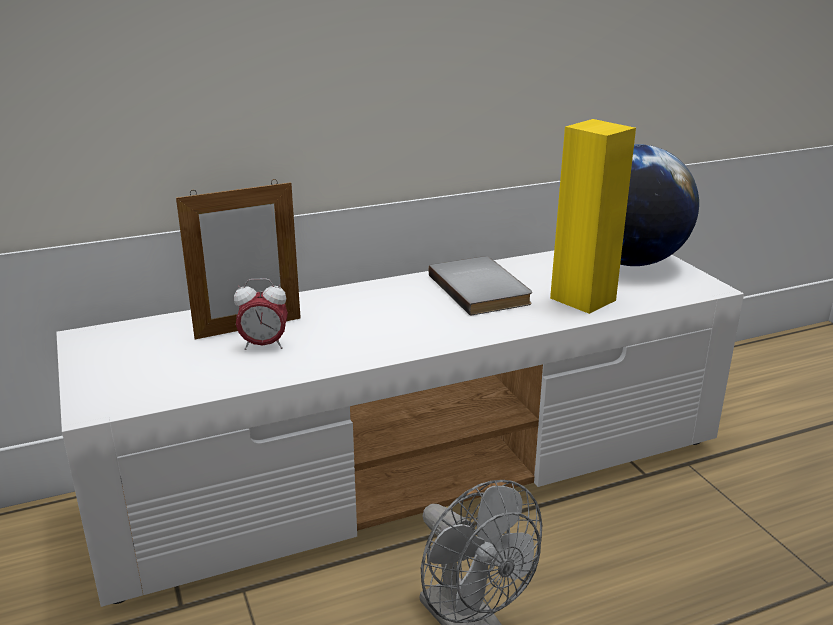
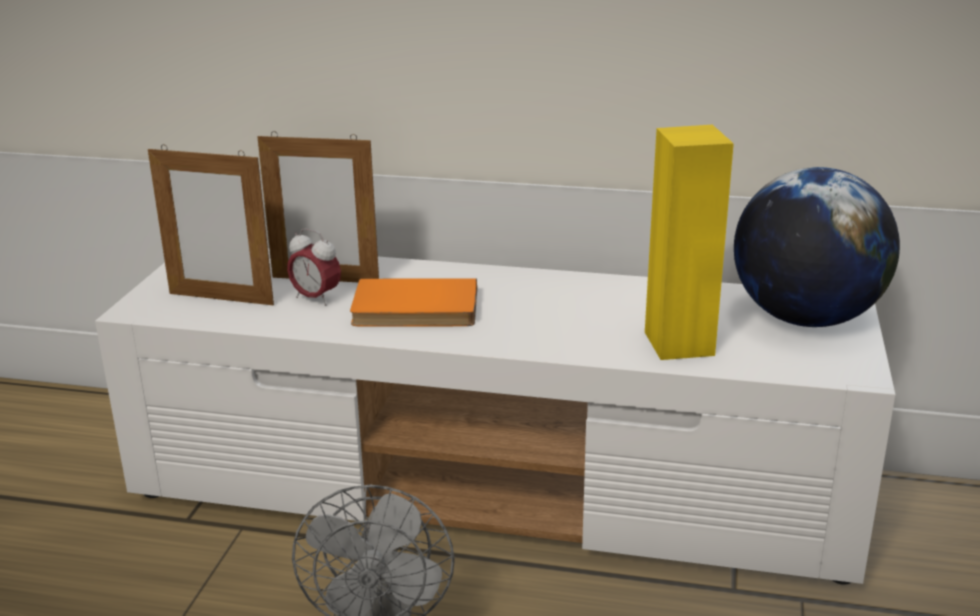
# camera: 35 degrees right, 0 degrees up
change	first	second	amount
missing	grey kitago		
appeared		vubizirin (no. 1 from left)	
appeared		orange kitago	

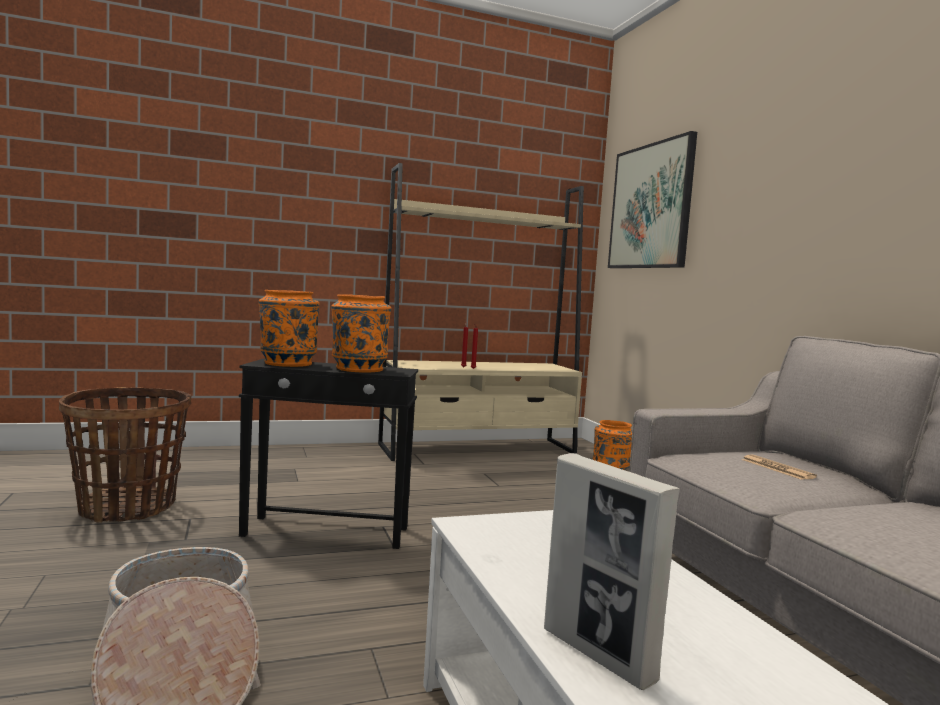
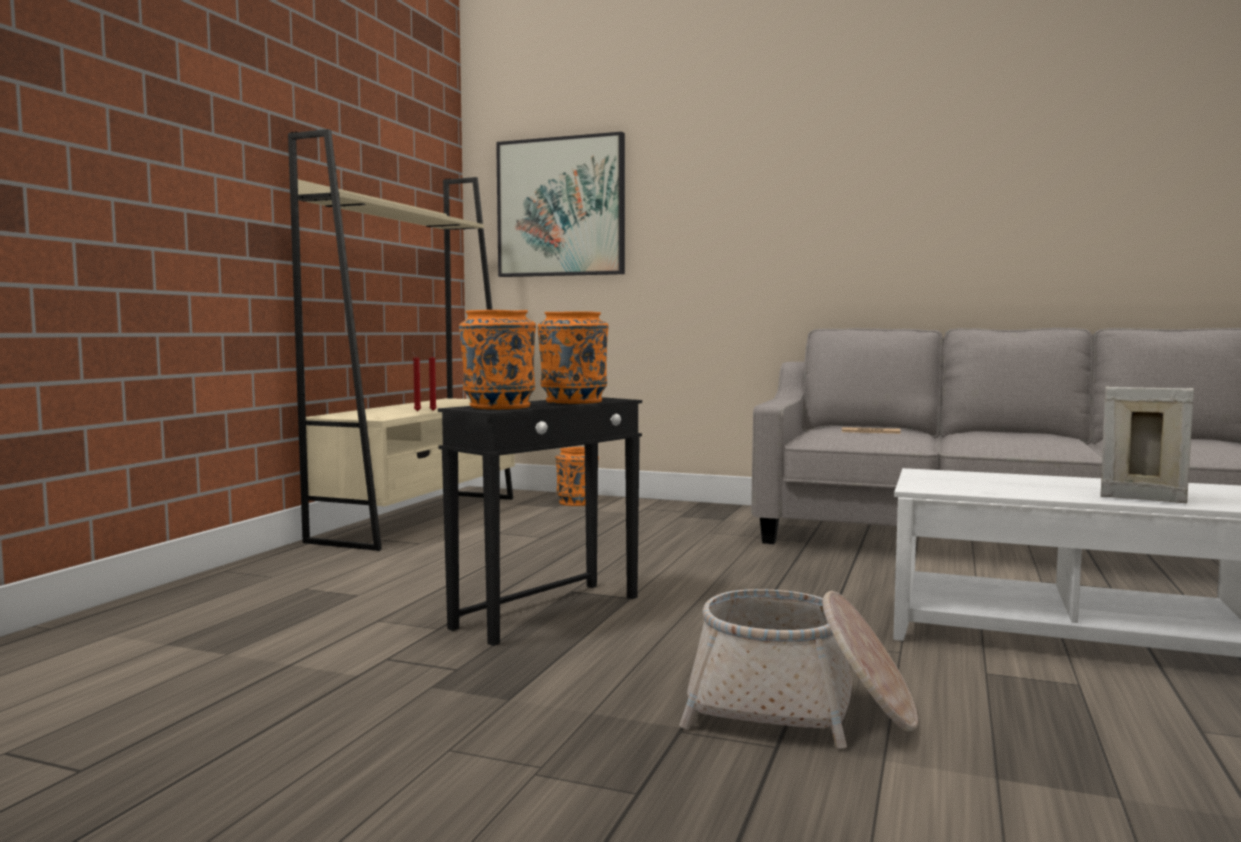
# camera: 50 degrees left, 0 degrees up
change	first	second	amount
missing	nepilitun (no. 1 from left)		
spun	vubizirin		150 degrees counterclockwise

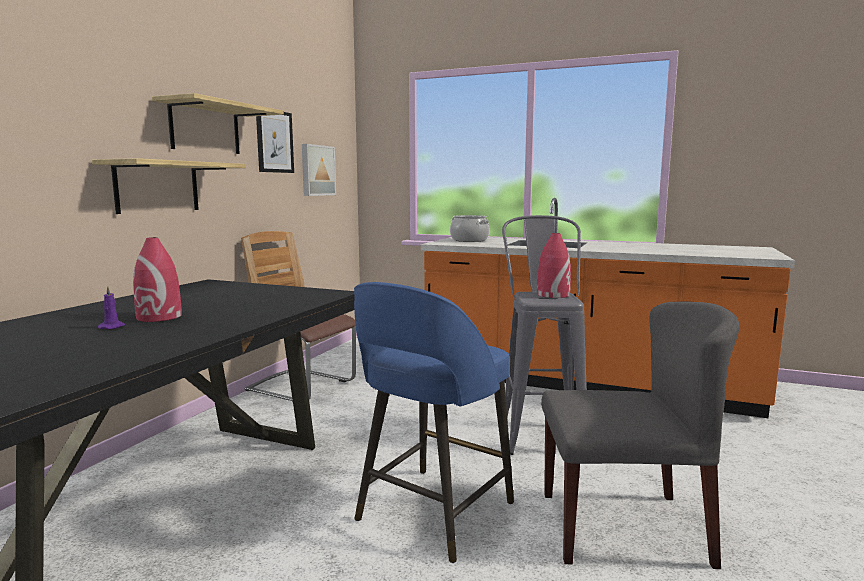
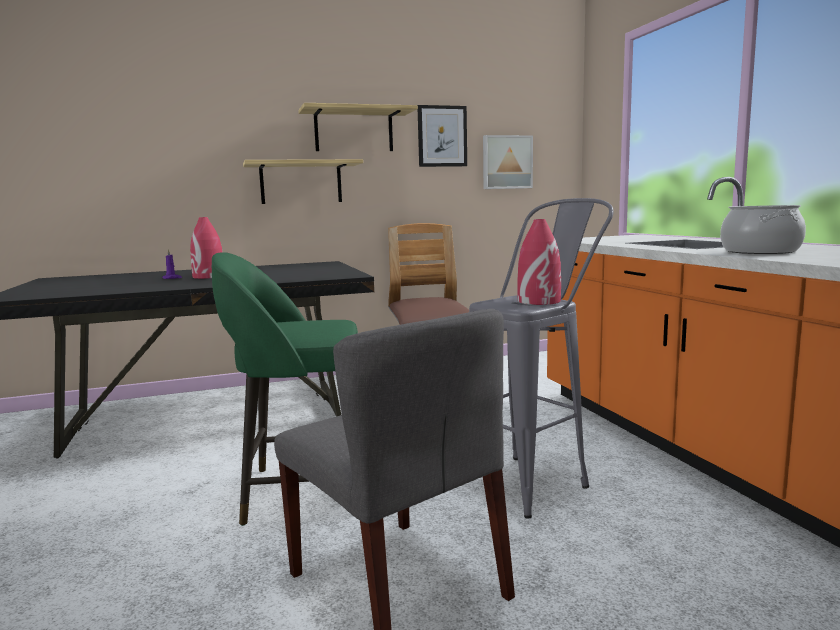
# camera: 50 degrees right, 0 degrees up
change	first	second	amount
colour	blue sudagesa	green sudagesa	
relocated	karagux		

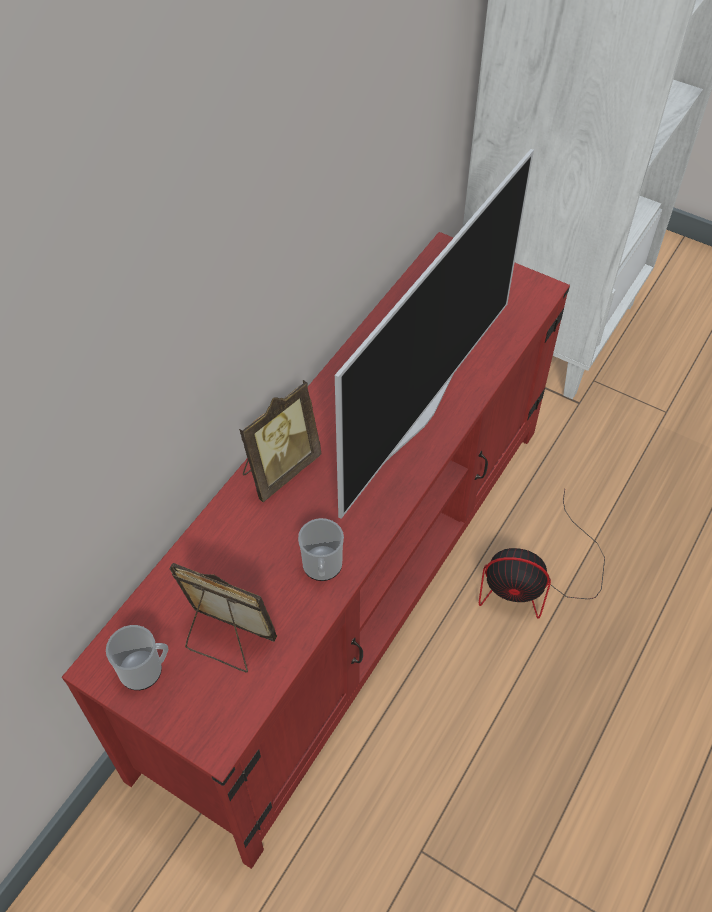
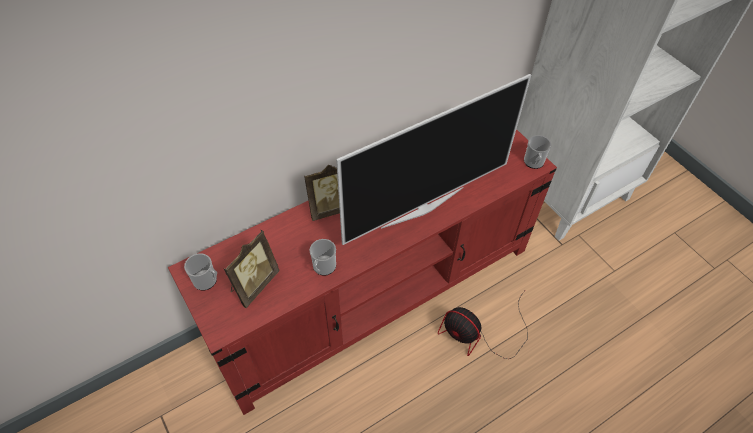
# camera: 25 degrees right, 0 degrees up
change	first	second	amount
spun	vubizirin (no. 1 from left)		75 degrees clockwise
appeared		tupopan (no. 3 from left)	

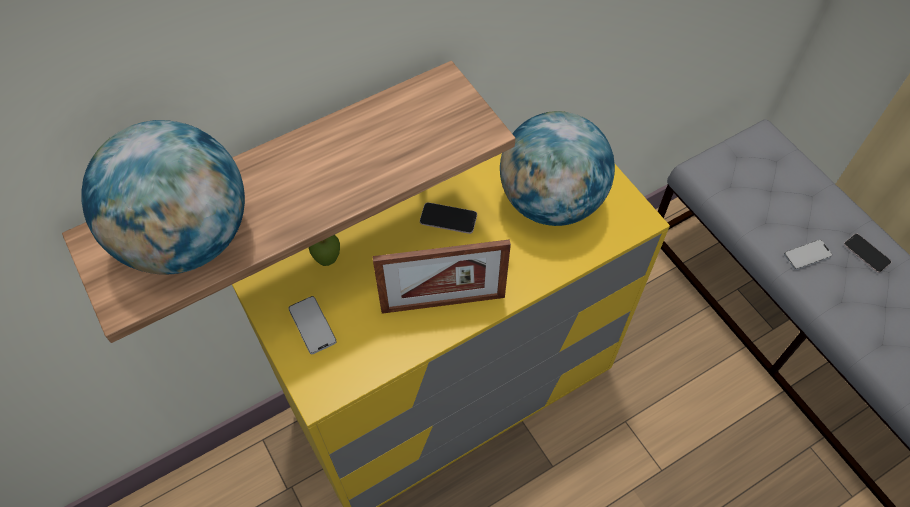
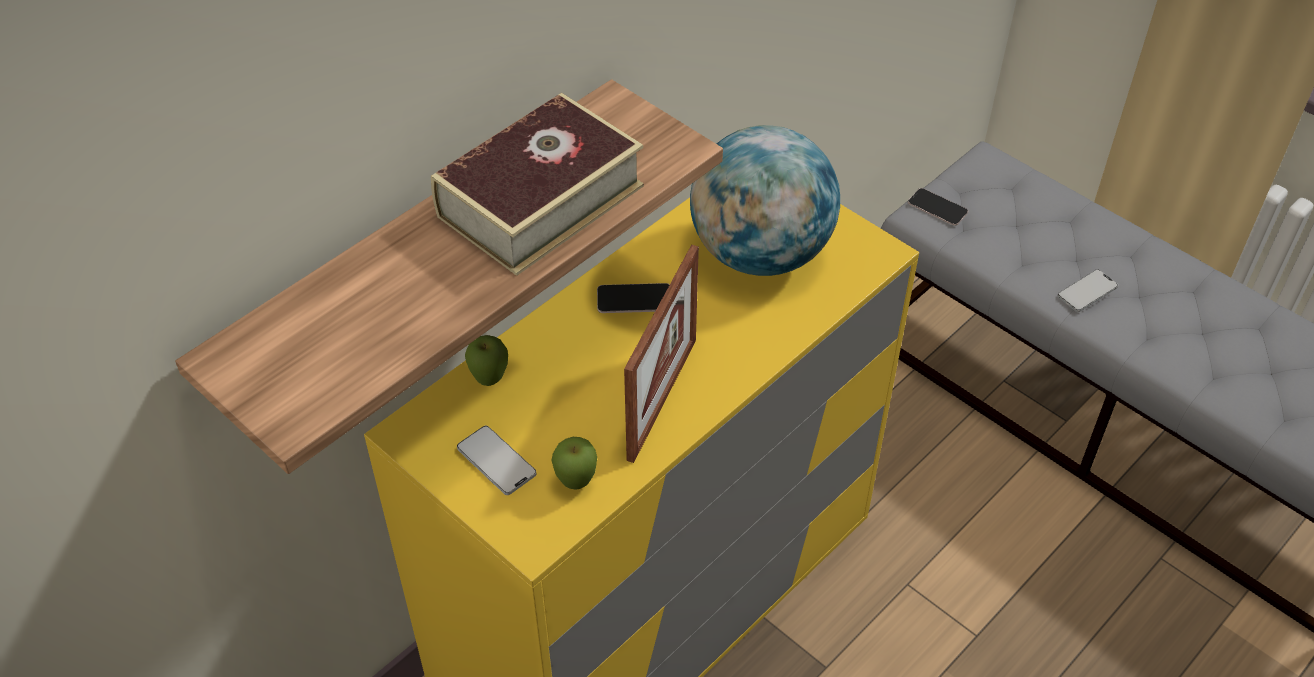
# camera: 15 degrees left, 10 degrees down
change	first	second	amount
missing	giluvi (no. 1 from left)		
spun	vubizirin		45 degrees counterclockwise
relocated	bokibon (no. 4 from left in the first image)	bokibon (no. 3 from left)	
appeared		kitago	
appeared		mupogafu (no. 2 from left)	

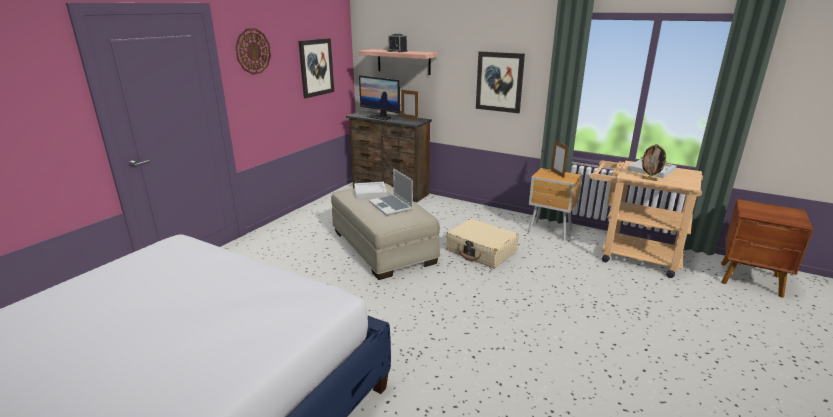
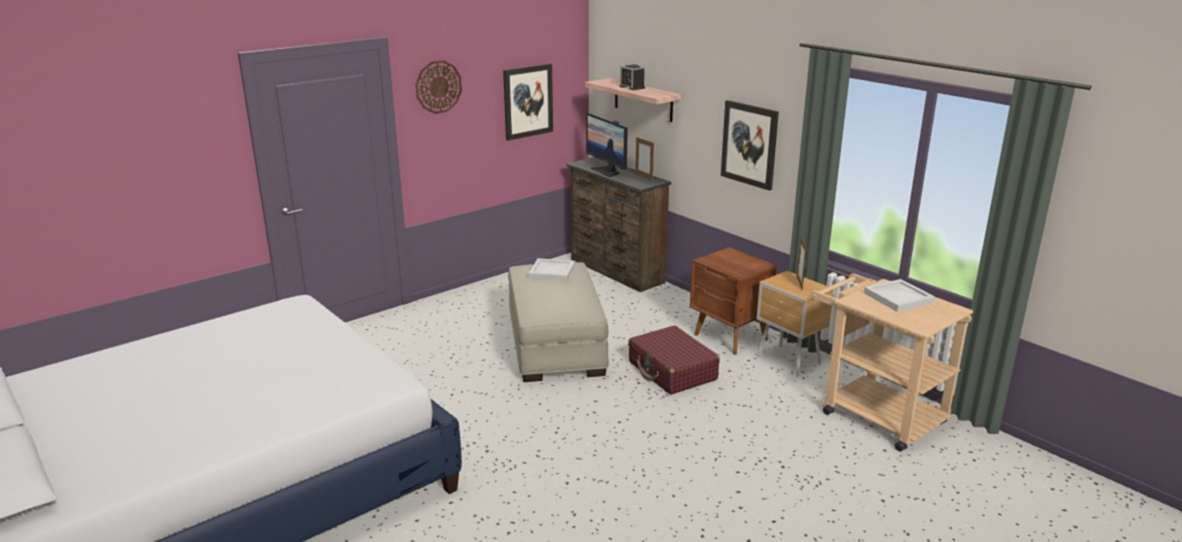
# camera: 20 degrees right, 0 degrees up
change	first	second	amount
missing	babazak		
colour	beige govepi	red govepi	
missing	vubizirin (no. 3 from left)		
relocated	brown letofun (no. 2 from left in the first image)	brown letofun (no. 1 from left)	

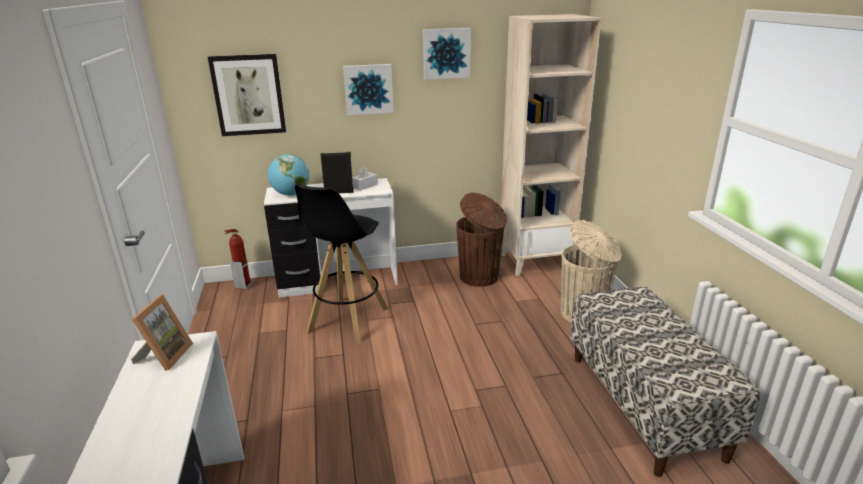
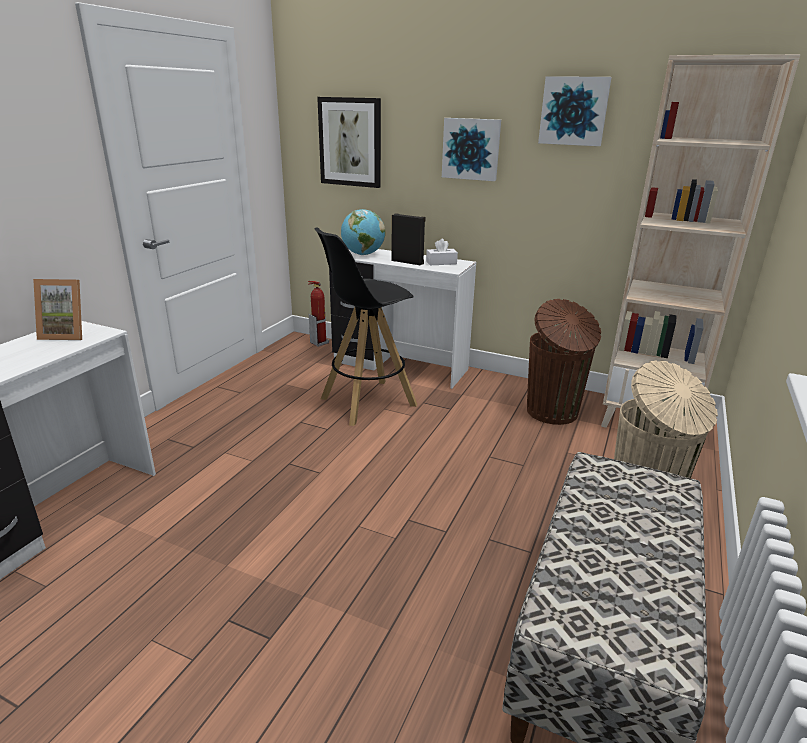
# camera: 35 degrees right, 0 degrees up
change	first	second	amount
spun	vubizirin		45 degrees clockwise

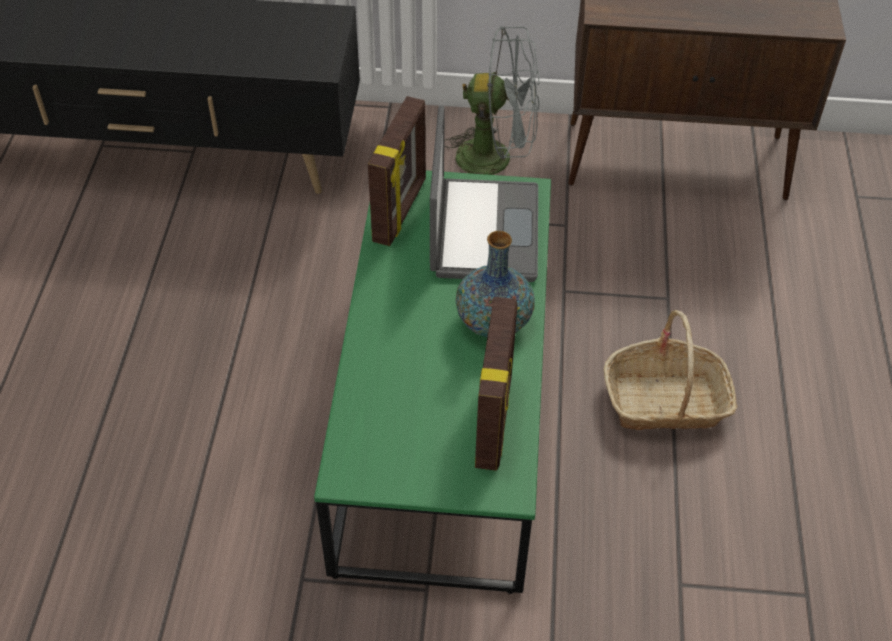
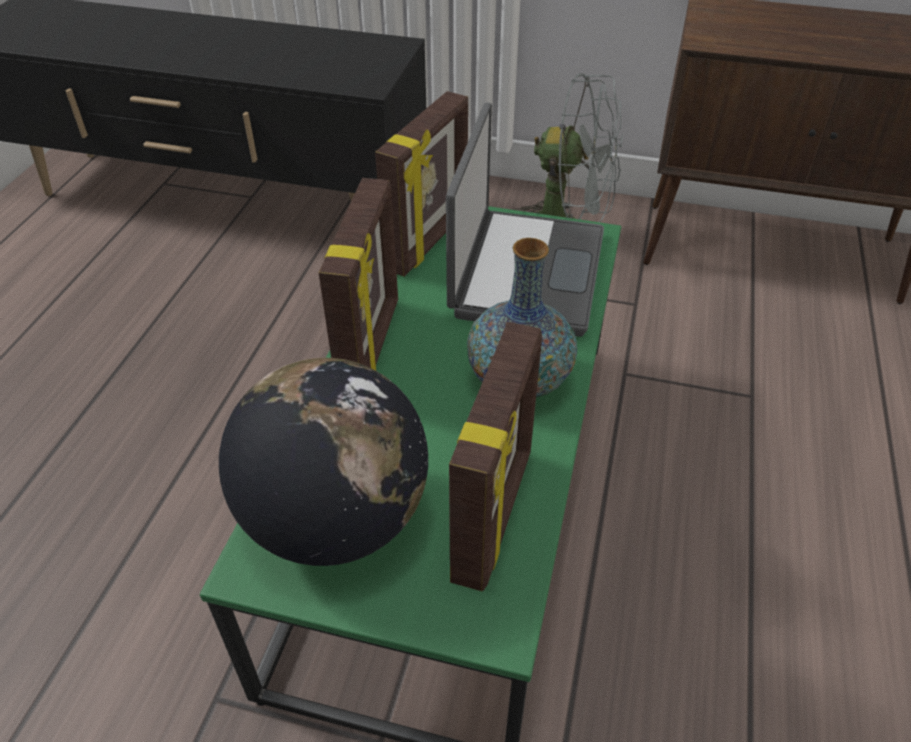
# camera: 10 degrees right, 5 degrees down
change	first	second	amount
missing	nepilitun		
appeared		giluvi	
appeared		vubizirin (no. 1 from left)	

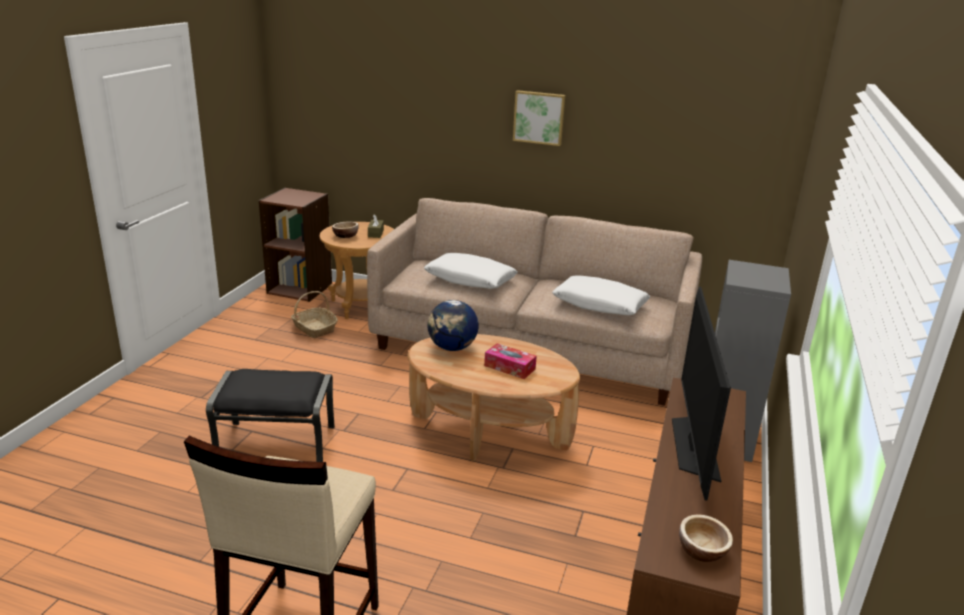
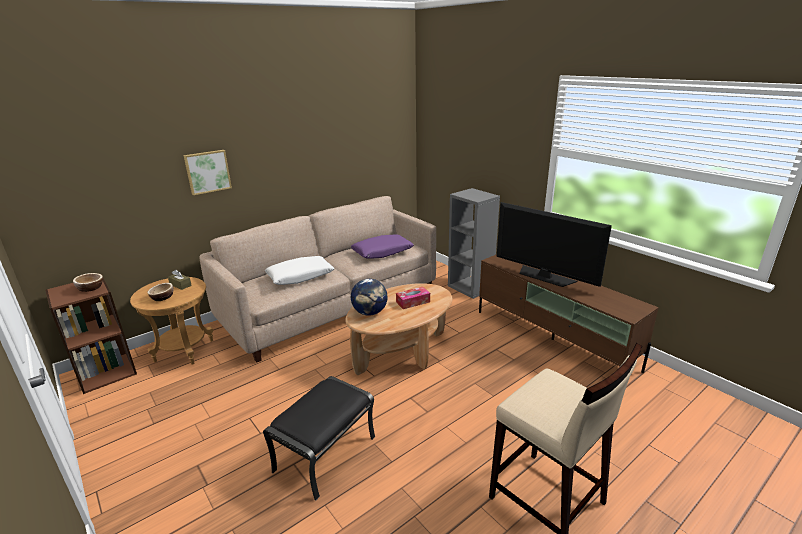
# camera: 55 degrees left, 0 degrees up
change	first	second	amount
missing	nepilitun		
relocated	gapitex		
colour	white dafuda (no. 2 from left)	purple dafuda	
relocated	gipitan (no. 2 from left in the first image)	gipitan (no. 1 from left)	

